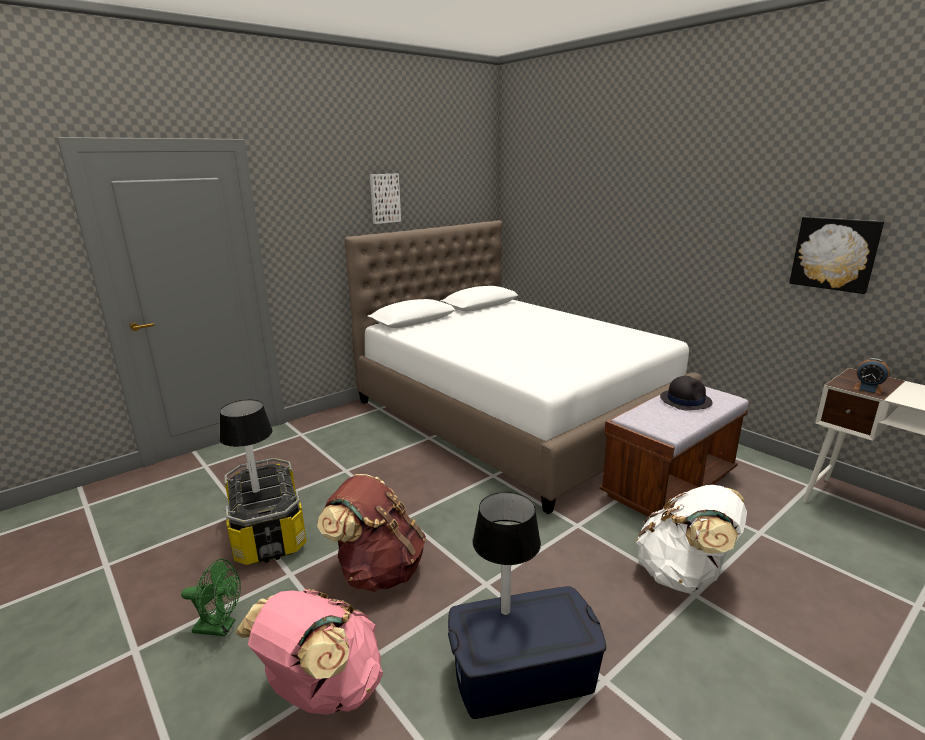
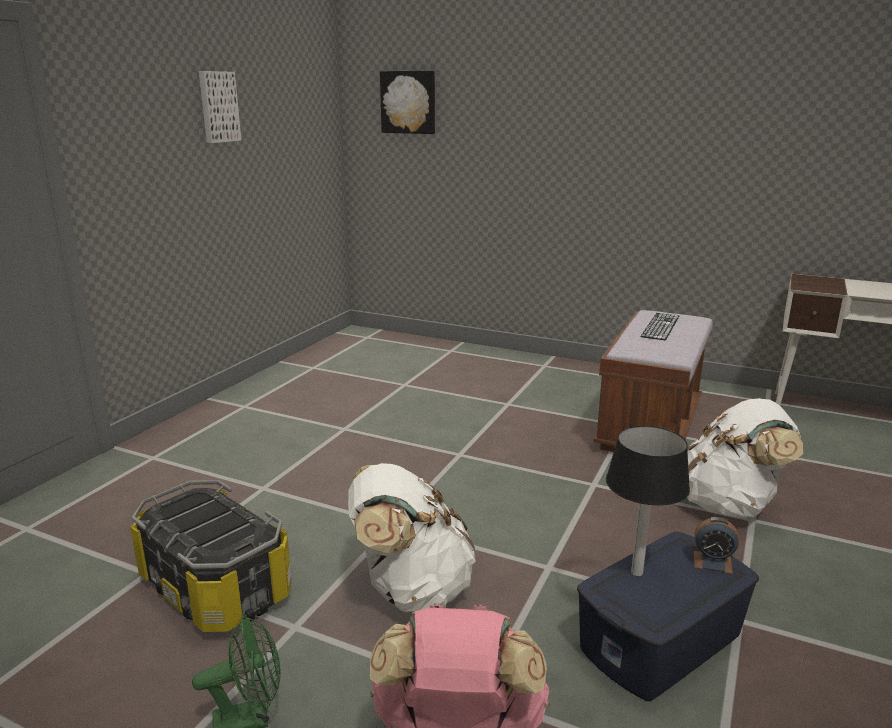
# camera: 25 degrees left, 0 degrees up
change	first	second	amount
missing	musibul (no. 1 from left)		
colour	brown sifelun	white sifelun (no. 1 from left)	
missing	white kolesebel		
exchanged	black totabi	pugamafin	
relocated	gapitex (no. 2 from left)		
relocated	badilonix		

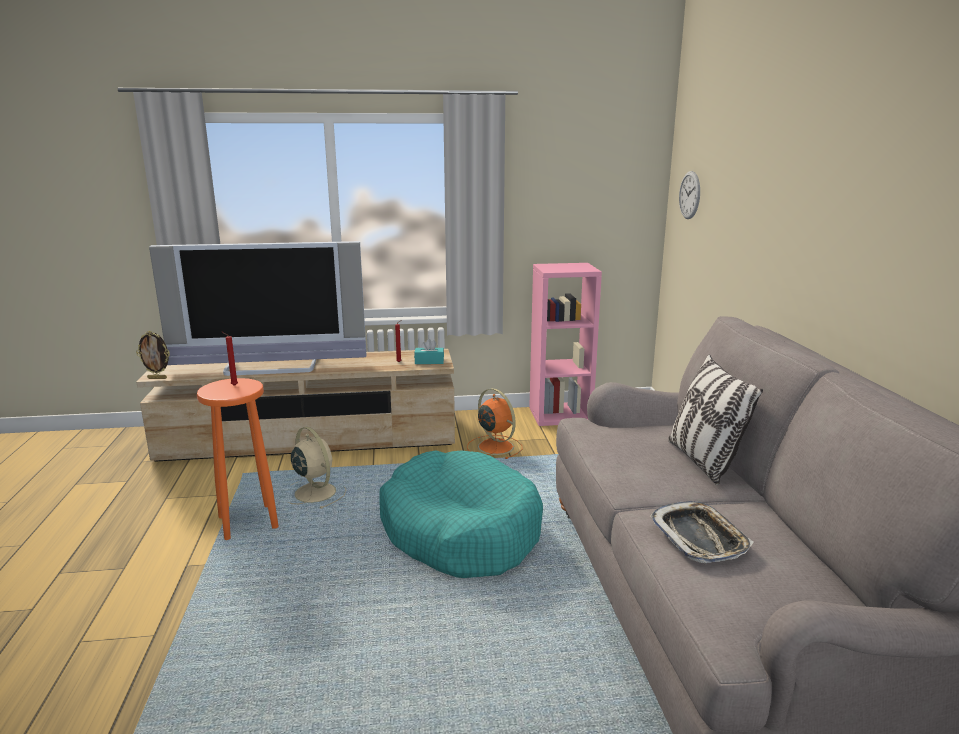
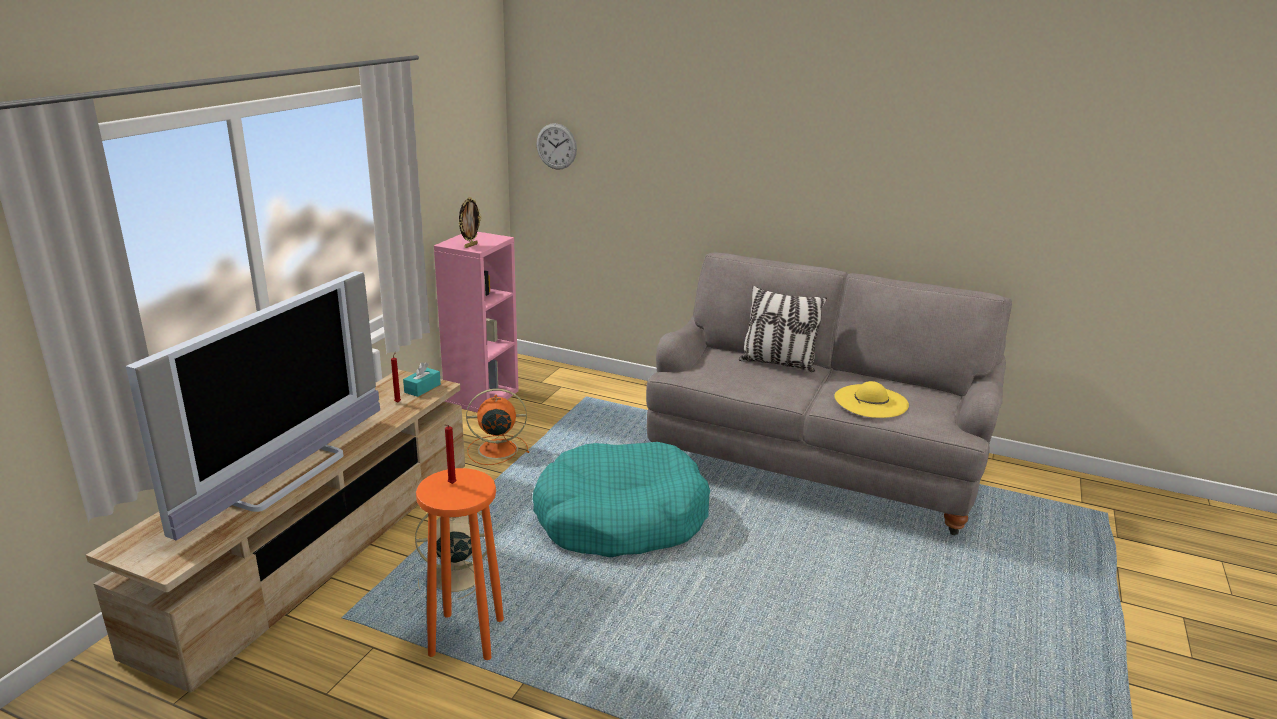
# camera: 60 degrees left, 5 degrees up
change	first	second	amount
relocated	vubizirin		
exchanged	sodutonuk	yellow totabi	

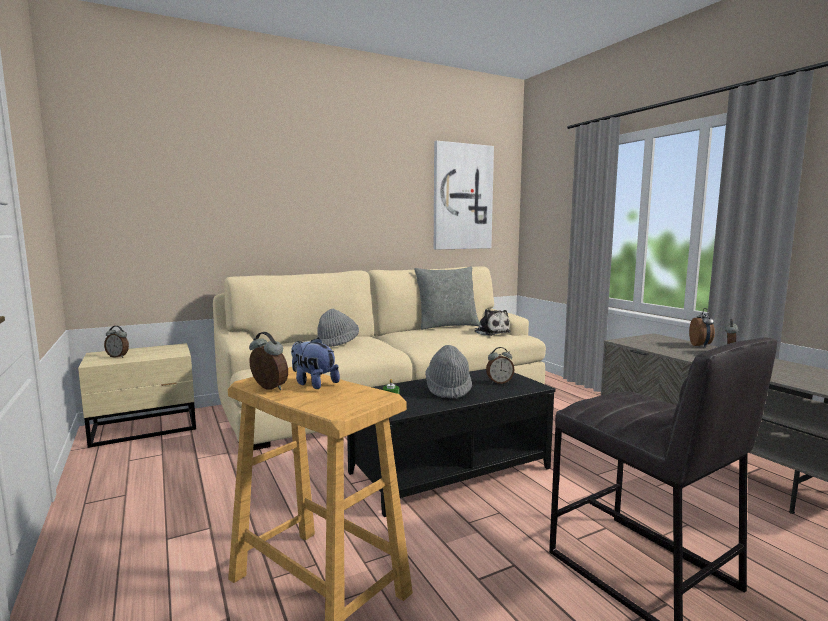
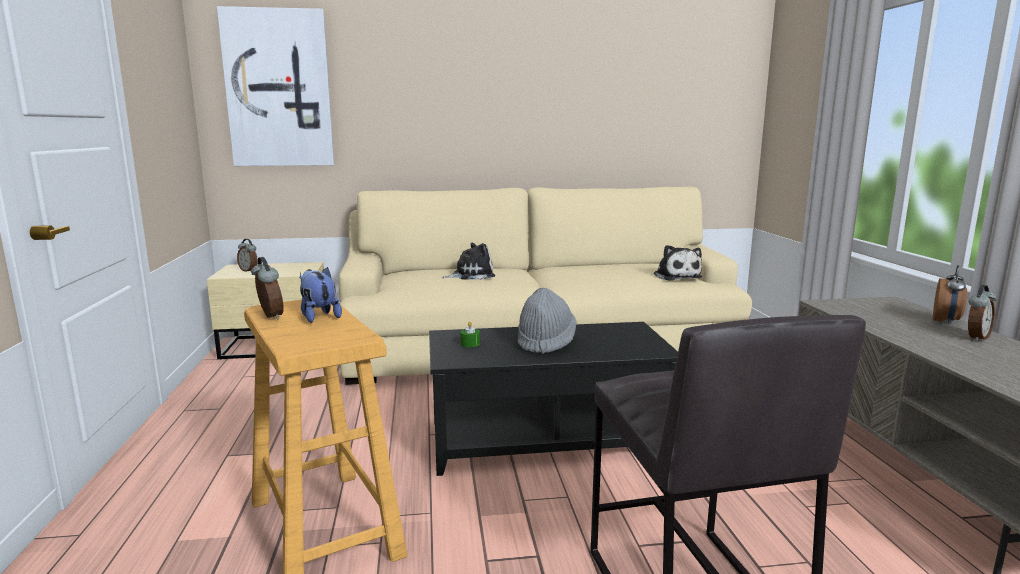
# camera: 20 degrees right, 5 degrees up
change	first	second	amount
exchanged	grey totabi (no. 1 from left)	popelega (no. 2 from left)	
missing	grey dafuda		
relocated	gapitex		
missing	badilonix (no. 3 from left)		

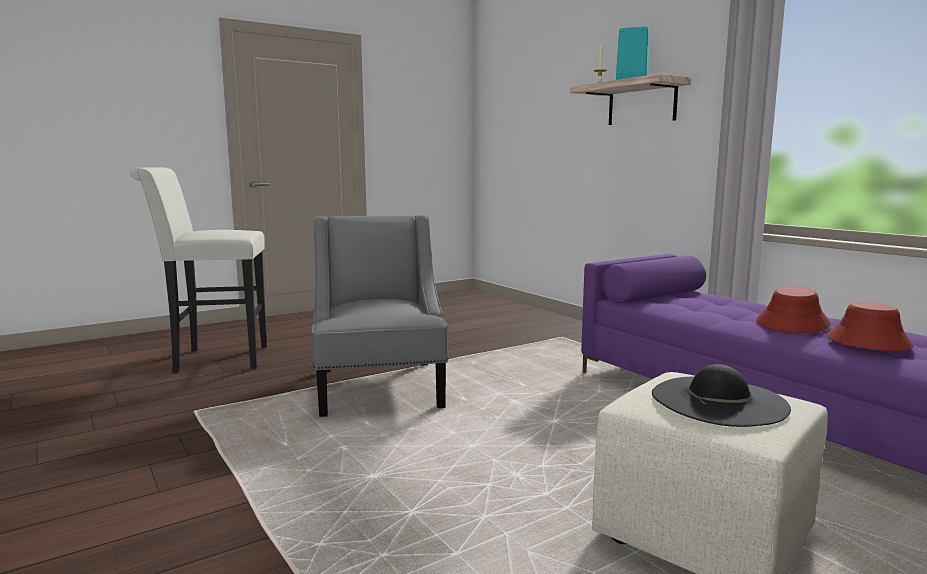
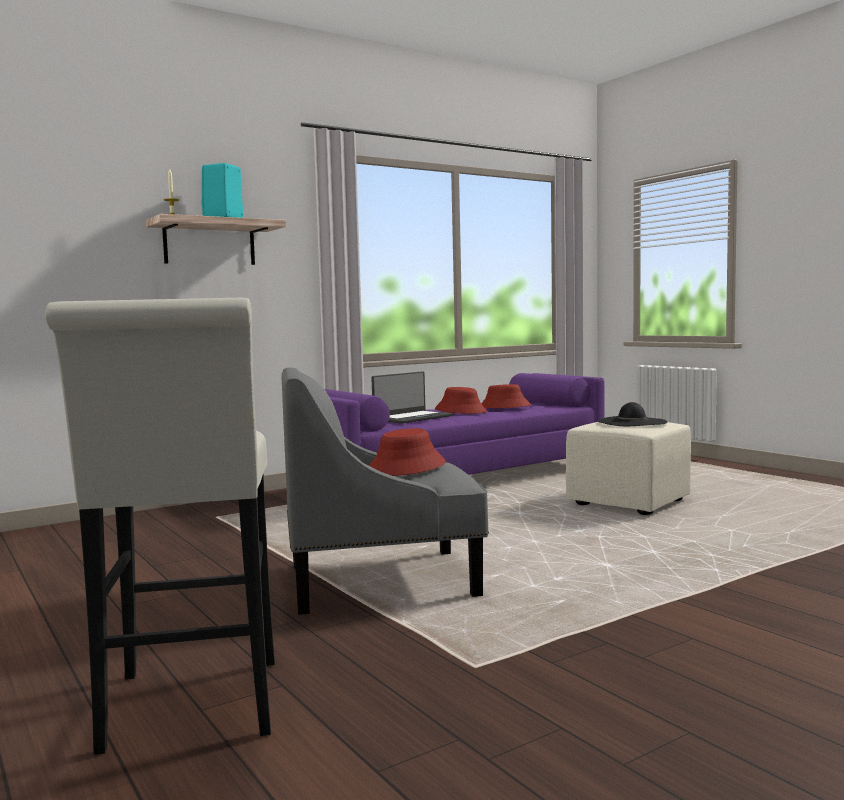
# camera: 90 degrees left, 5 degrees down
change	first	second	amount
appeared		red totabi (no. 1 from left)	
appeared		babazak	

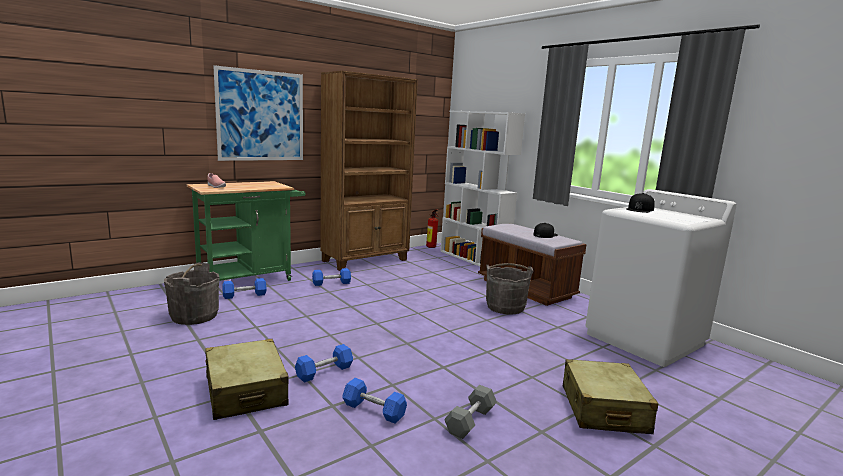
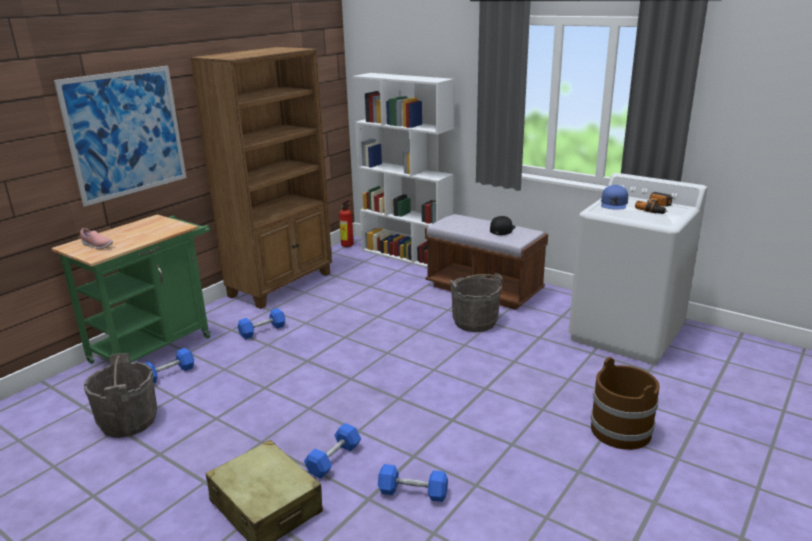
# camera: 15 degrees left, 10 degrees up
change	first	second	amount
missing	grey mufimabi		
exchanged	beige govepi (no. 2 from left)	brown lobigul	
colour	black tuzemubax (no. 2 from left)	blue tuzemubax	
appeared		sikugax	

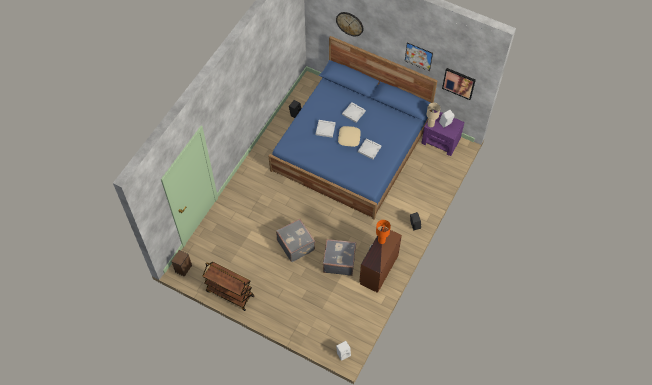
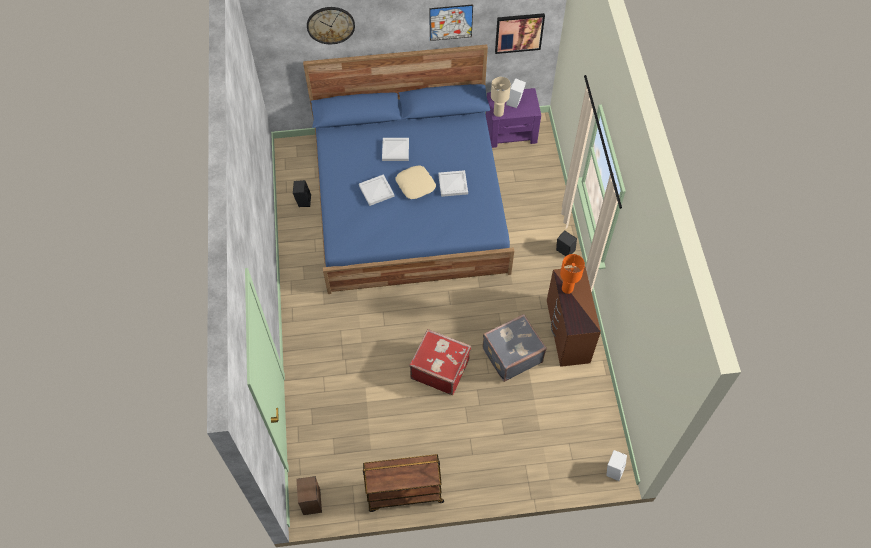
# camera: 35 degrees left, 0 degrees up
change	first	second	amount
colour	grey govepi (no. 1 from left)	red govepi	

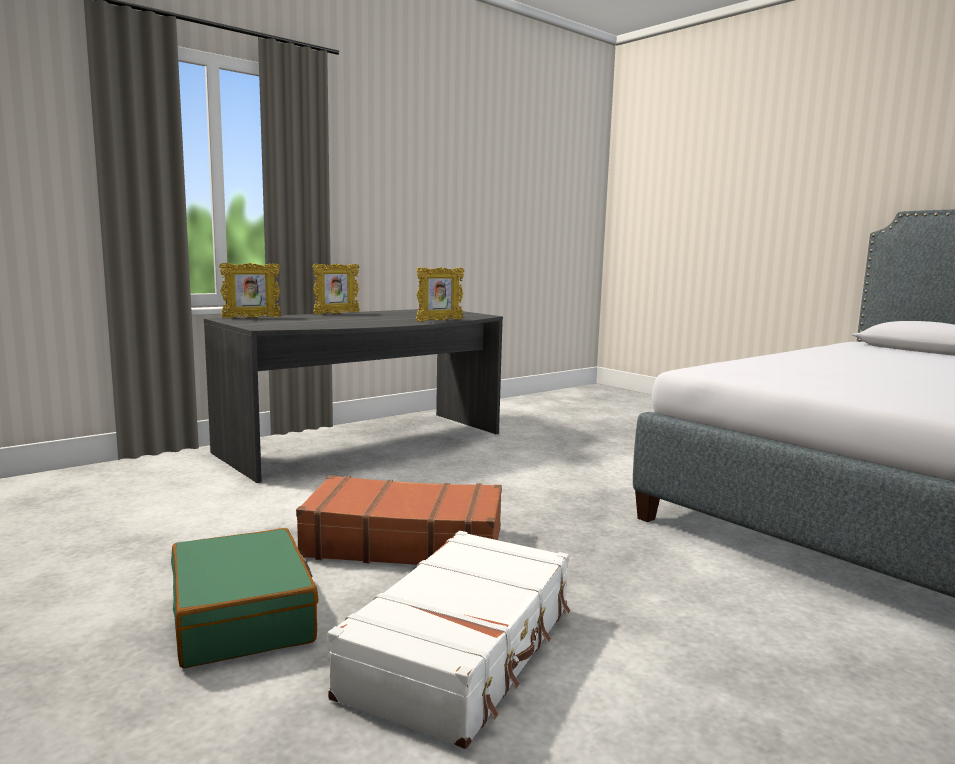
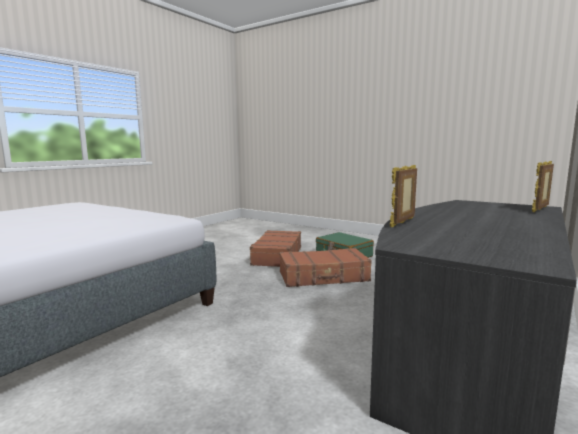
# camera: 165 degrees right, 0 degrees up
change	first	second	amount
missing	vubizirin (no. 2 from left)		
colour	white govepi	brown govepi (no. 1 from left)	

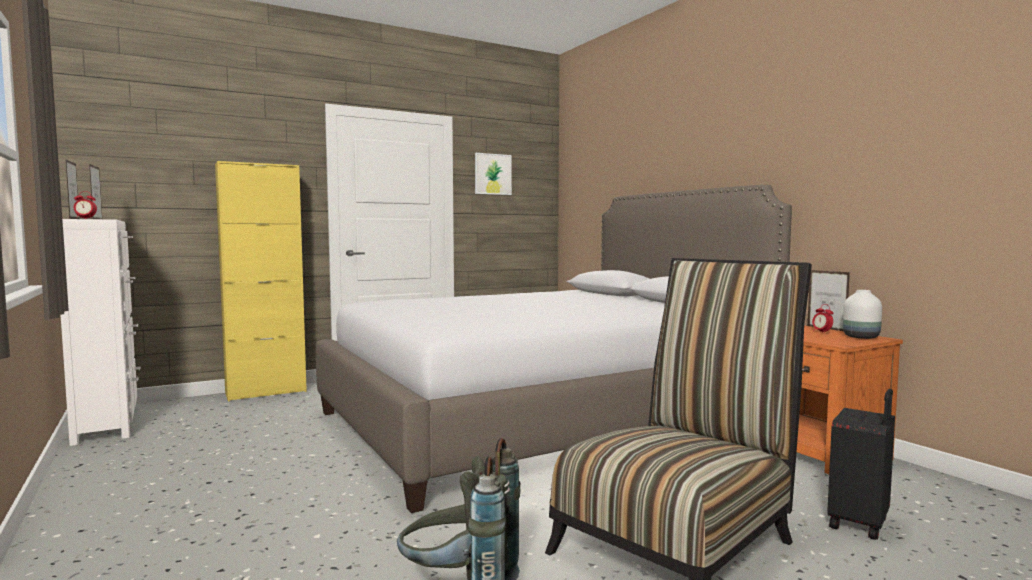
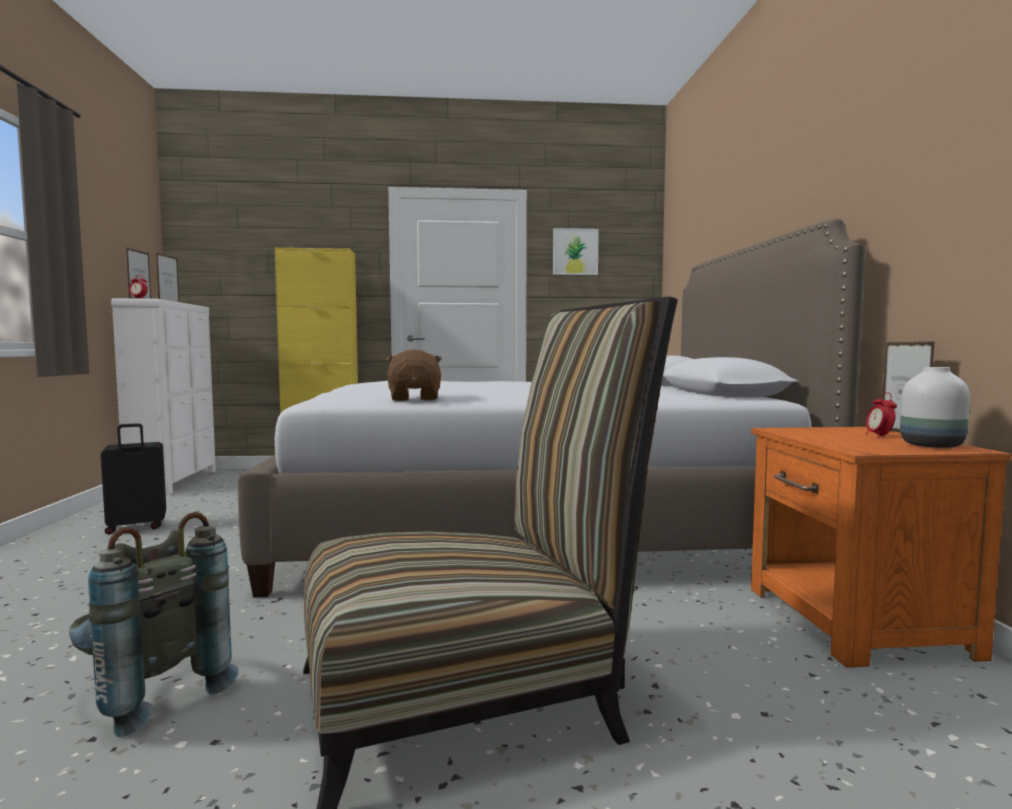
# camera: 25 degrees right, 0 degrees up
change	first	second	amount
relocated	black govepi		
appeared		brown popelega	

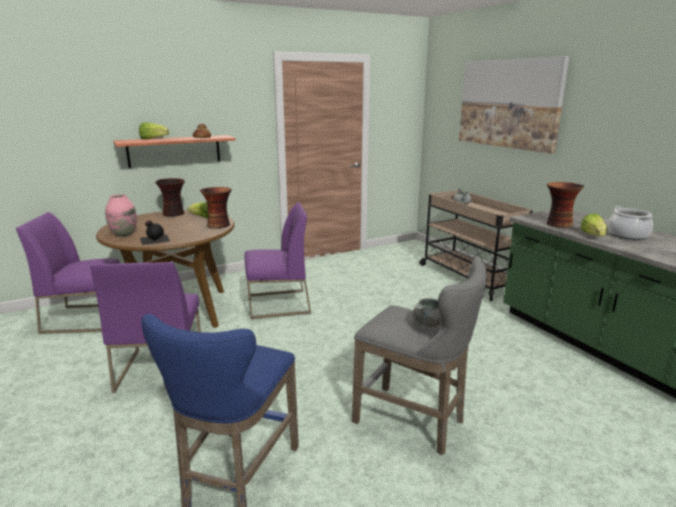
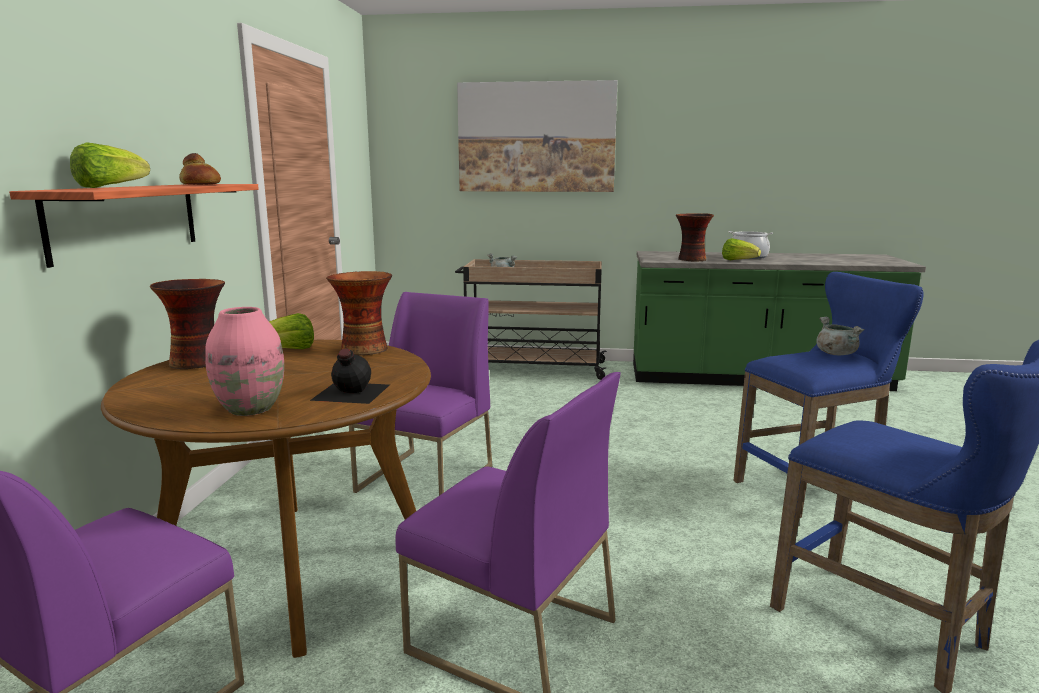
# camera: 55 degrees left, 5 degrees down
change	first	second	amount
colour	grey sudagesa	blue sudagesa (no. 1 from left)	

